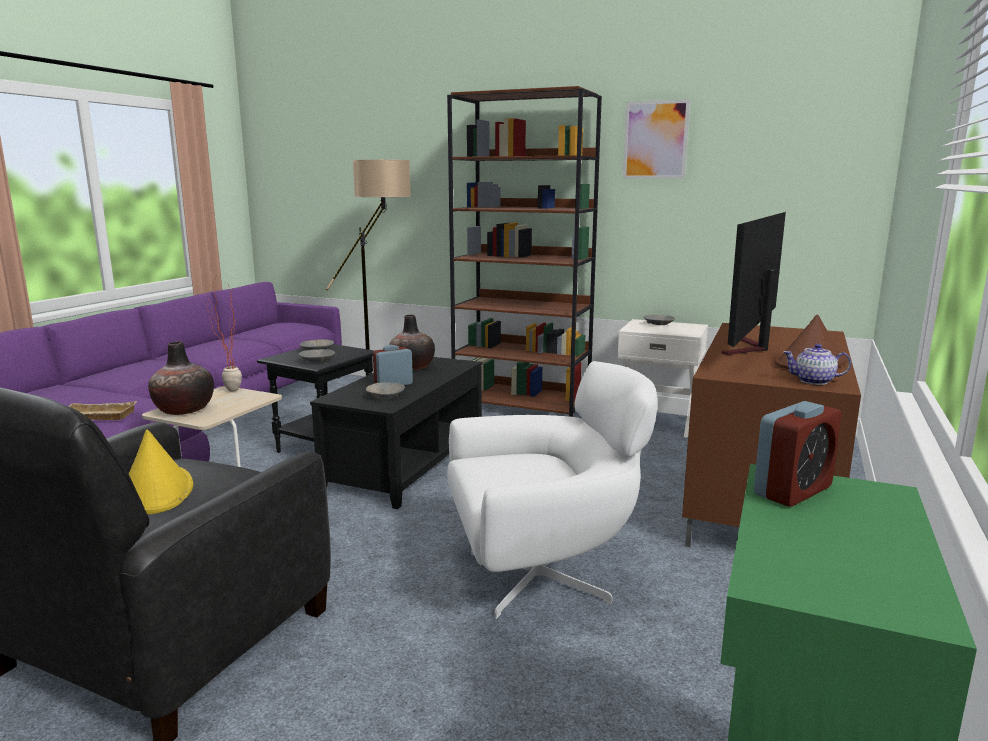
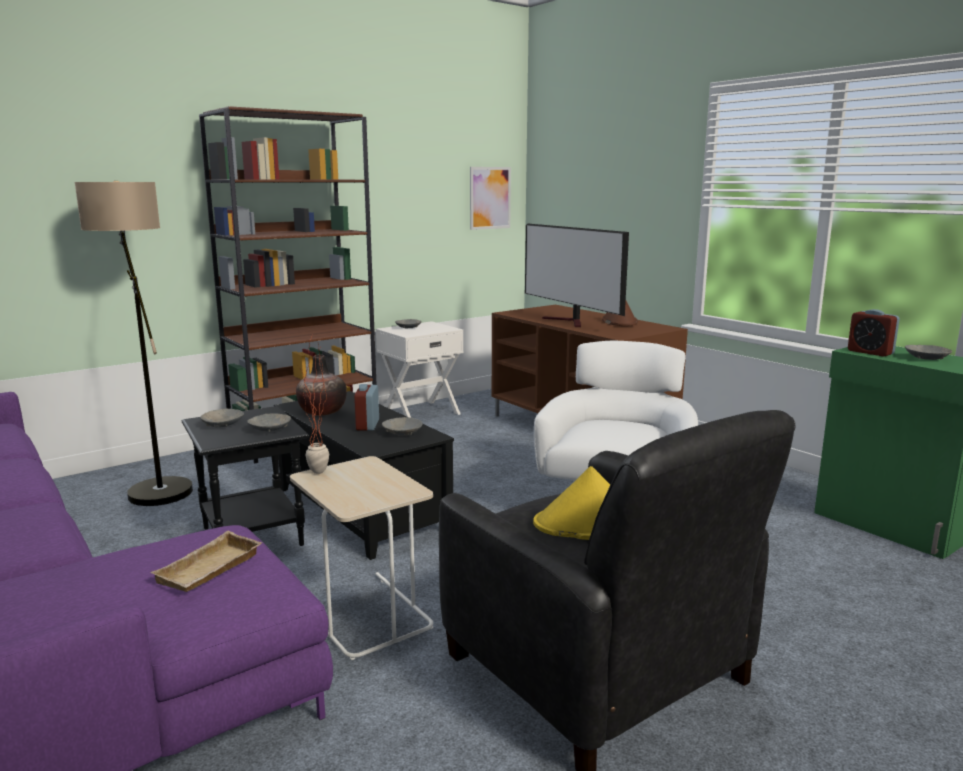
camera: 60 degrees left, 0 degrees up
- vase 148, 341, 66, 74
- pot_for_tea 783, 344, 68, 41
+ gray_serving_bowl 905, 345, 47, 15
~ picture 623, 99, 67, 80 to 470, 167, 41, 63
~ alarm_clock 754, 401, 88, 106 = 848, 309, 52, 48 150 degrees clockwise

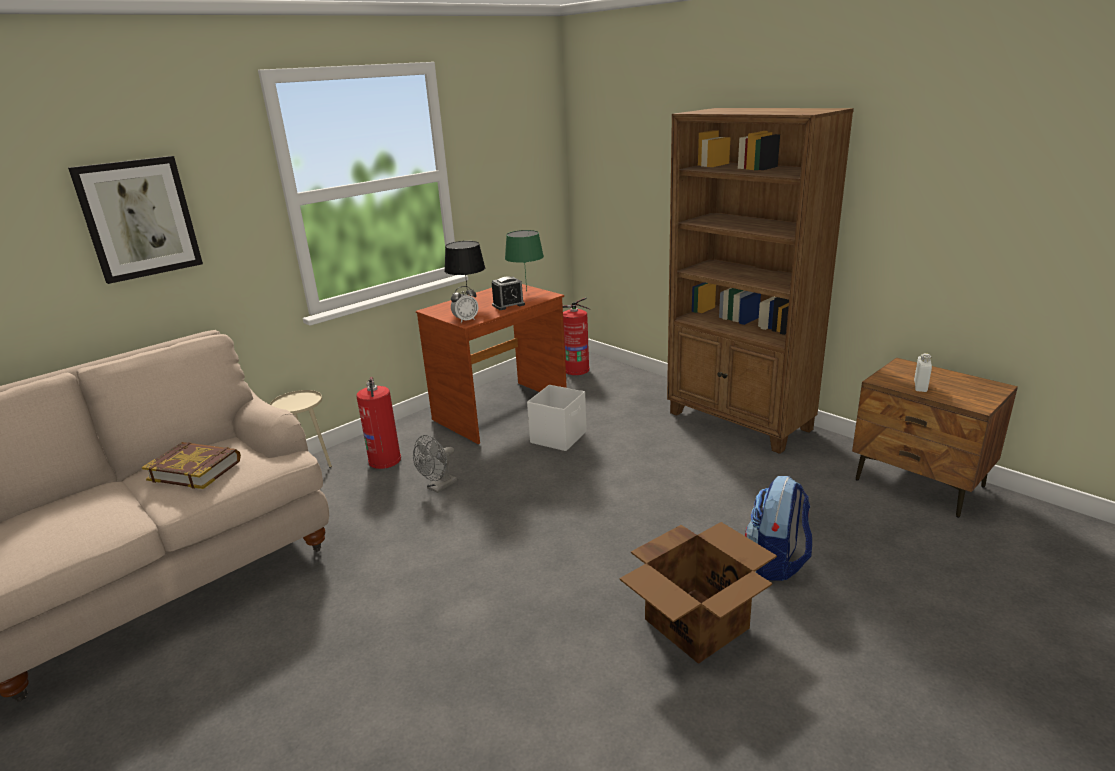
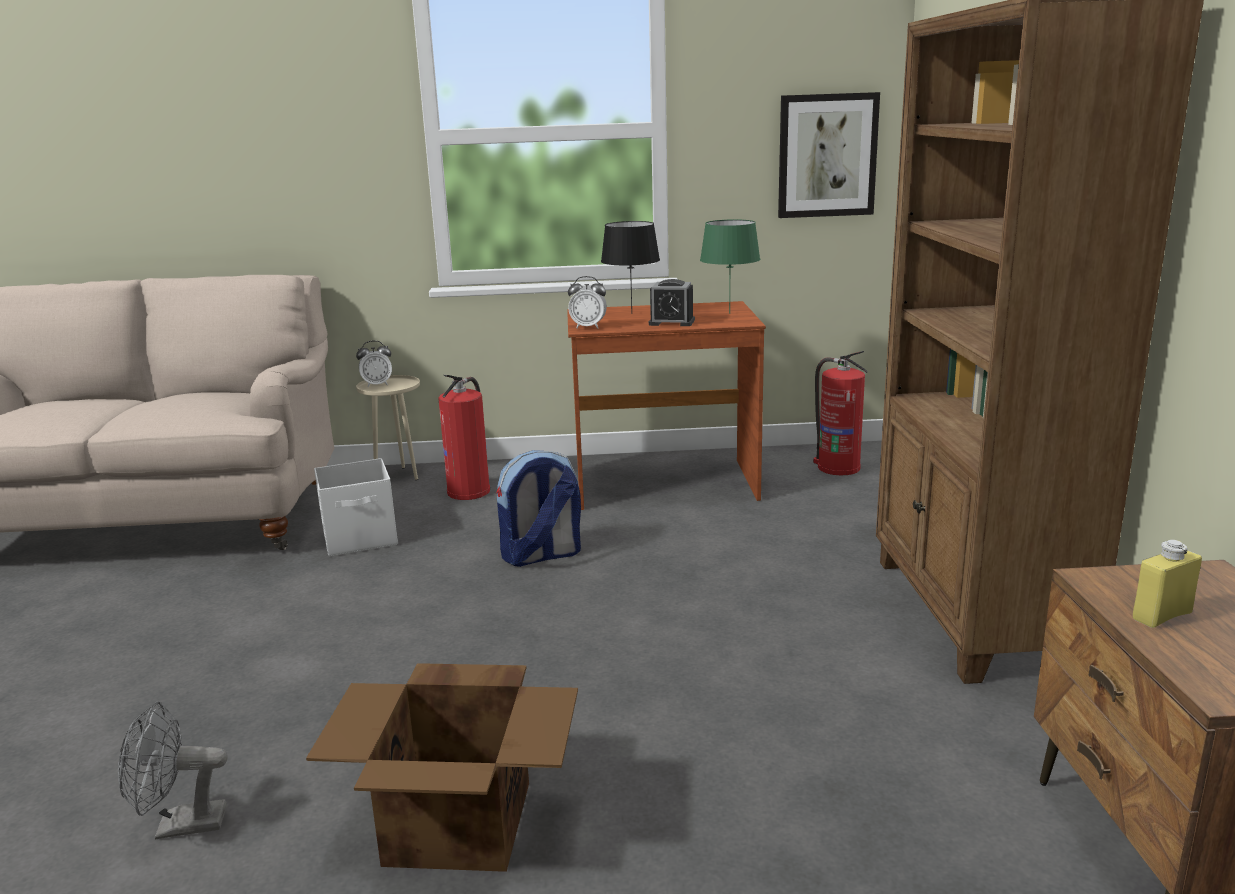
camera: 40 degrees right, 5 degrees down
- book 142, 442, 99, 47
+ alarm_clock 356, 341, 36, 46
~ picture 68, 156, 135, 128 to 778, 92, 102, 126
~ gray_cooling_fan 413, 435, 44, 58 to 118, 701, 109, 138
~ white_storage_box 527, 385, 60, 66 to 314, 458, 84, 98
~ backpack 745, 476, 67, 105 to 496, 450, 85, 117
~ white_drink_bottle 914, 353, 18, 39 to yellow_drink_bottle 1133, 540, 69, 88

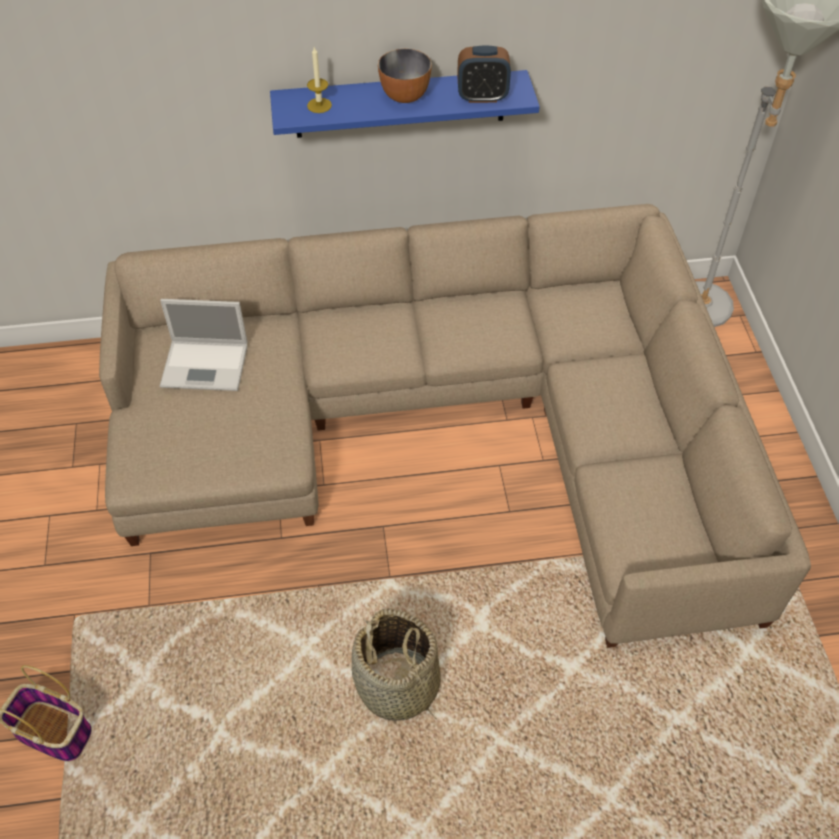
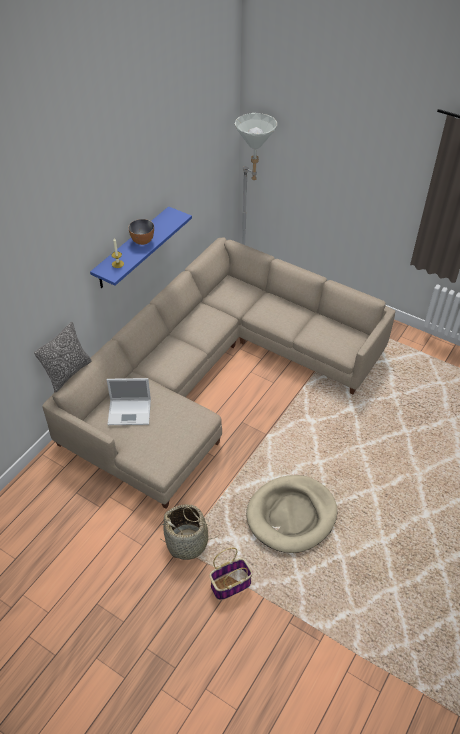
camera: 50 degrees left, 5 degrees down
- alarm_clock 457, 45, 54, 58
+ pillow 34, 322, 58, 71
+ beige_dog_bed 246, 475, 92, 78
~ household_basket 351, 609, 90, 112 to 160, 504, 56, 56
~ laptop 160, 299, 87, 92 = 107, 378, 44, 47 45 degrees clockwise

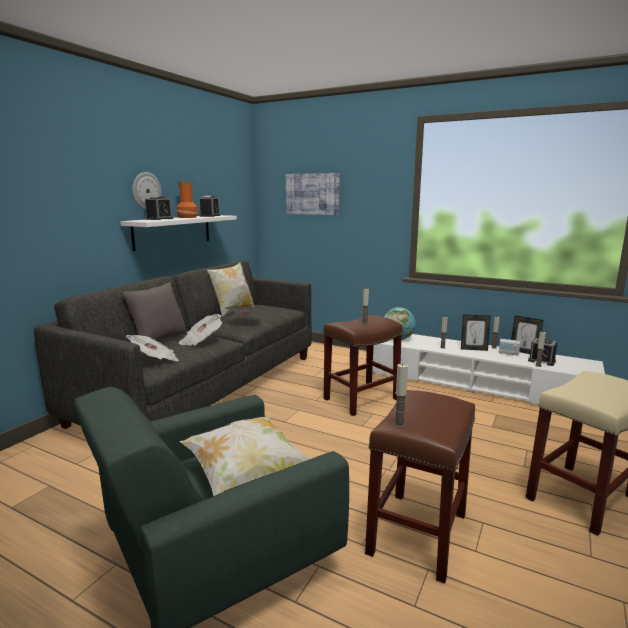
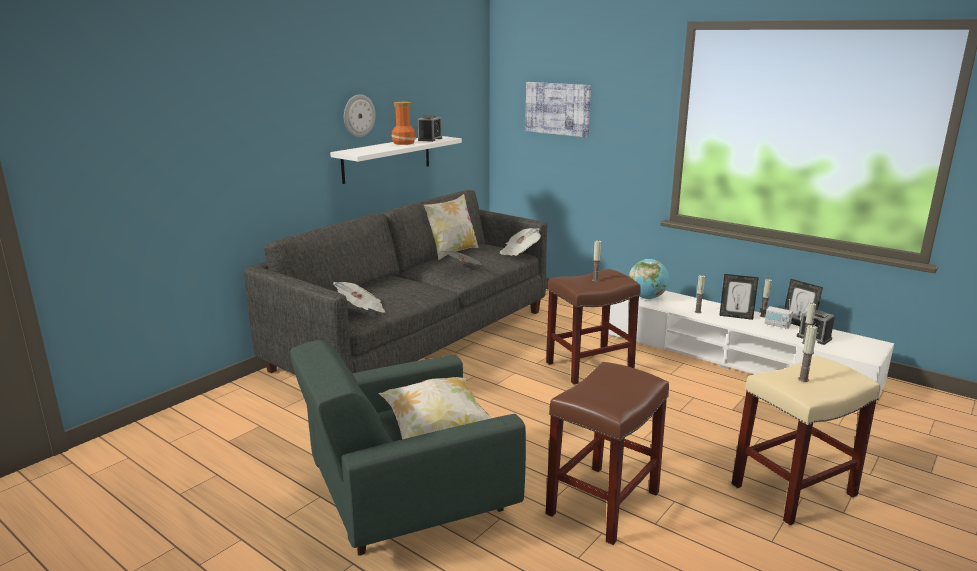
camera: 10 degrees right, 5 degrees up
- gray_pillow 121, 282, 66, 59
- alarm_clock 145, 196, 28, 24
~ printed_paper 179, 314, 43, 32 to 500, 228, 41, 28
~ wax_light 394, 364, 14, 64 to 798, 325, 20, 57

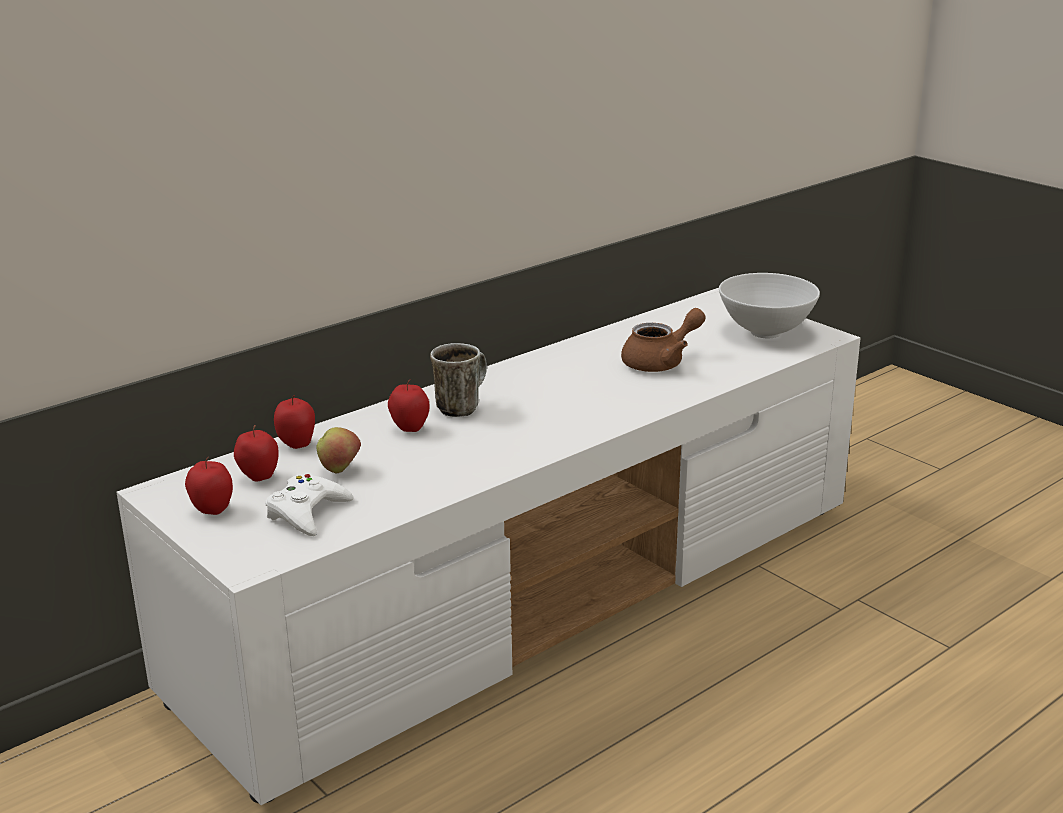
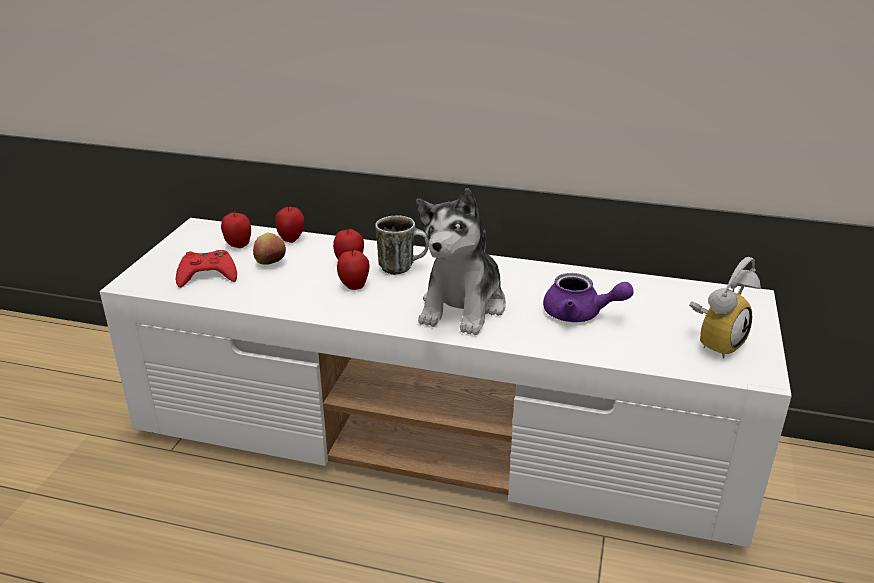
camera: 55 degrees right, 5 degrees up
+ plush_toy 416, 188, 90, 147
~ apple_fruit 185, 456, 48, 59 to 337, 249, 32, 41
~ white_serving_bowl 719, 273, 101, 65 to alarm_clock 689, 257, 72, 102
~ white_gamepad 265, 474, 88, 62 to reddish_gamepad 176, 250, 61, 38
~ brownish_pot_for_tea 621, 308, 85, 64 to purple-coloured_pot_for_tea 543, 273, 91, 49

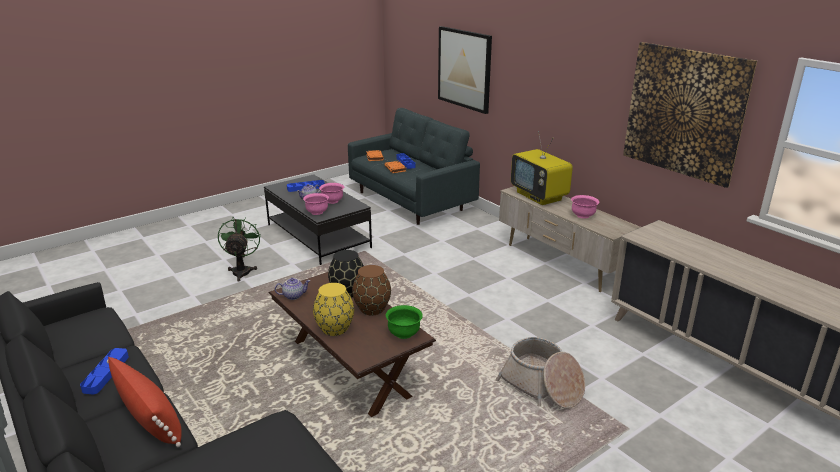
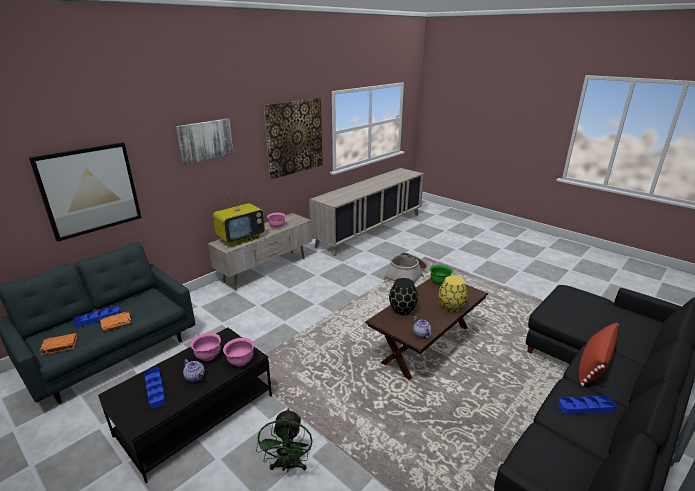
camera: 100 degrees left, 0 degrees up
- brownish_vase 352, 265, 39, 50
+ picture 176, 118, 58, 47
~ green_cooling_fan 218, 217, 43, 65 = 256, 408, 56, 64 75 degrees counterclockwise

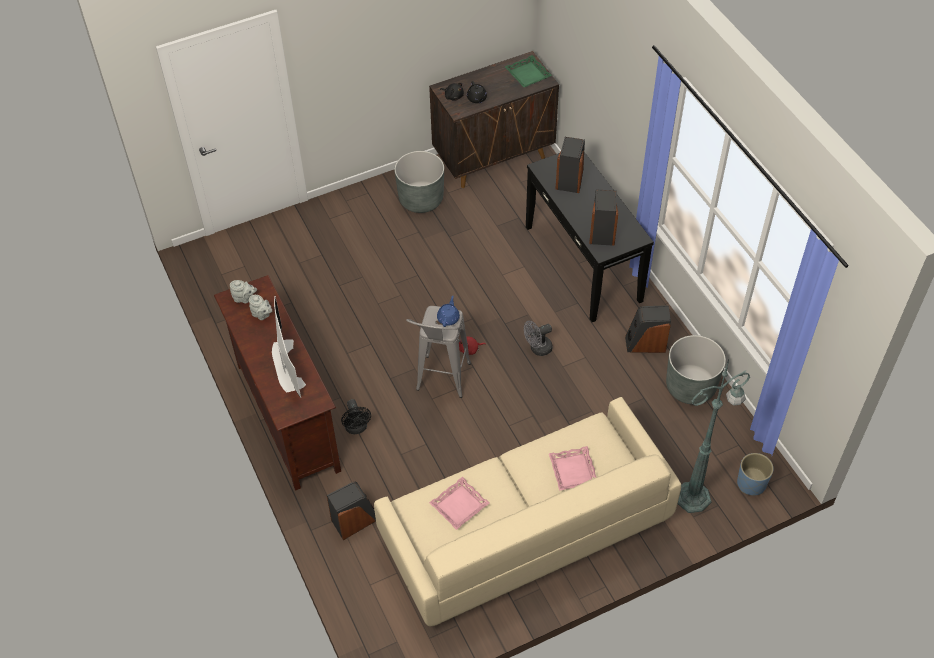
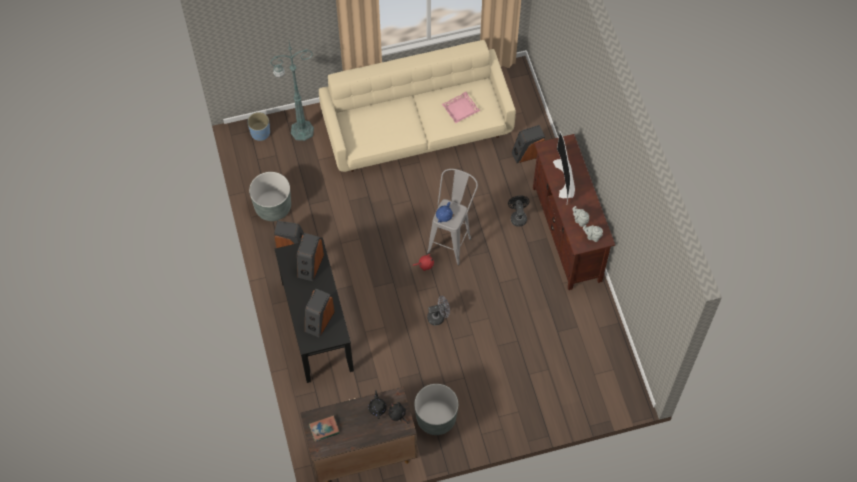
camera: 170 degrees left, 10 degrees up
- pinkish_carrying_tray 549, 446, 47, 45
~ gray_cooling_fan 524, 321, 29, 35 to 427, 296, 23, 29
~ green_carrying_tray 505, 55, 47, 32 to book 309, 415, 31, 27

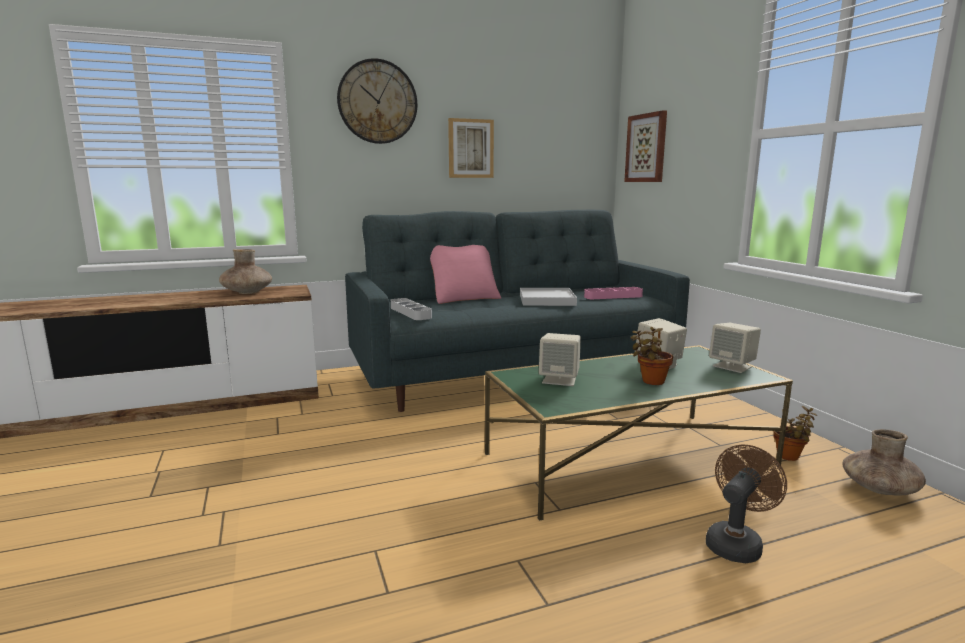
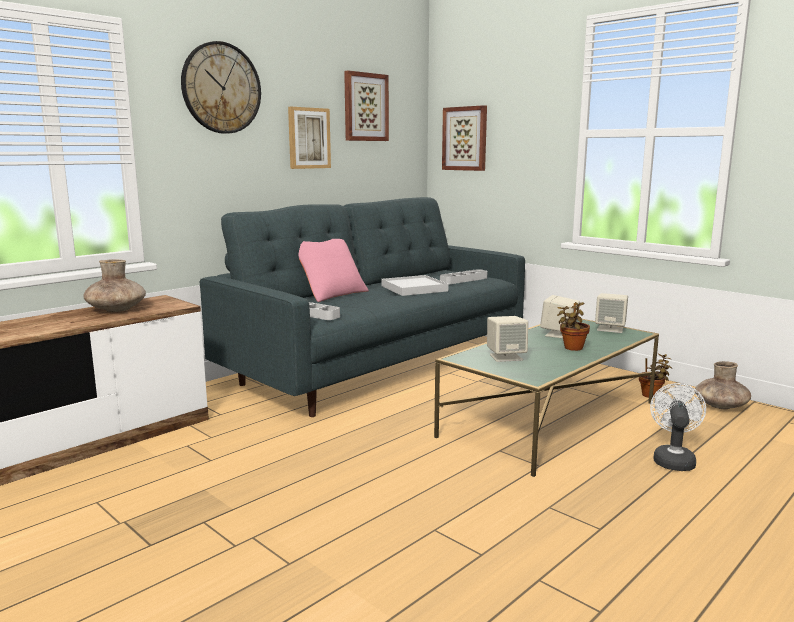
camera: 25 degrees left, 0 degrees up
+ picture 344, 71, 45, 70
~ pinkish_carrying_tray 584, 287, 59, 12 to gray_carrying_tray 440, 269, 47, 15
~ brownish_cooling_fan 706, 445, 81, 118 to white_cooling_fan 650, 383, 56, 88

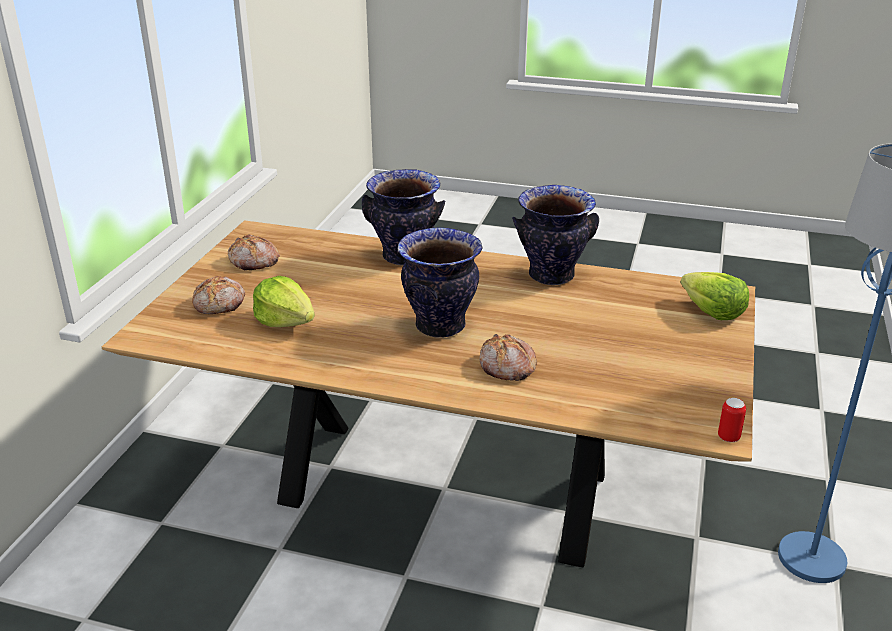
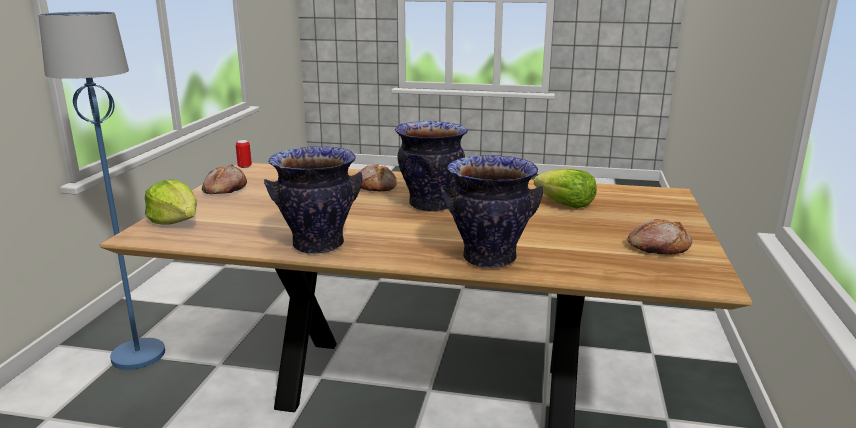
camera: 175 degrees right, 10 degrees down
~ baked_bread 192, 276, 53, 38 to 202, 165, 45, 29

